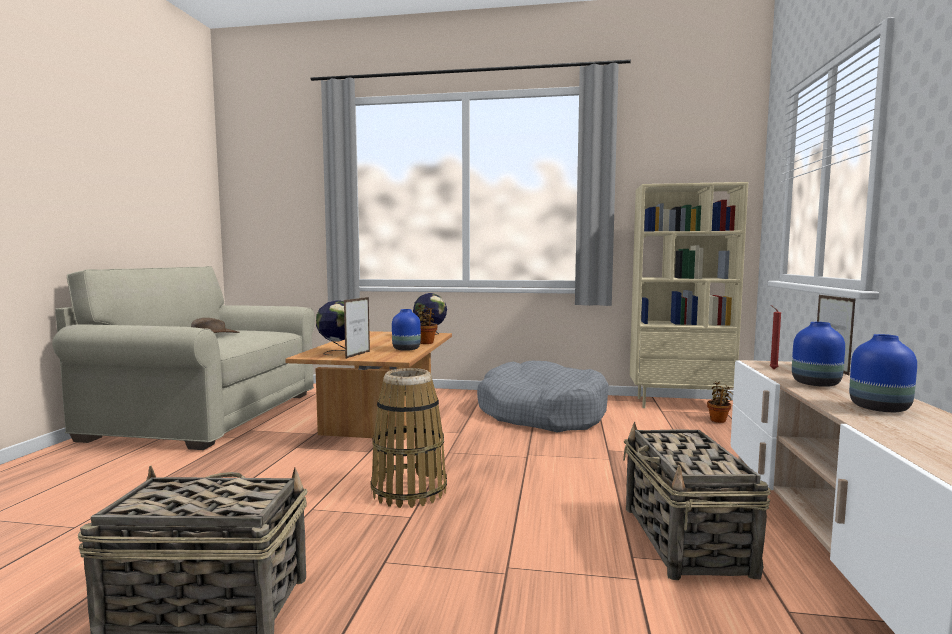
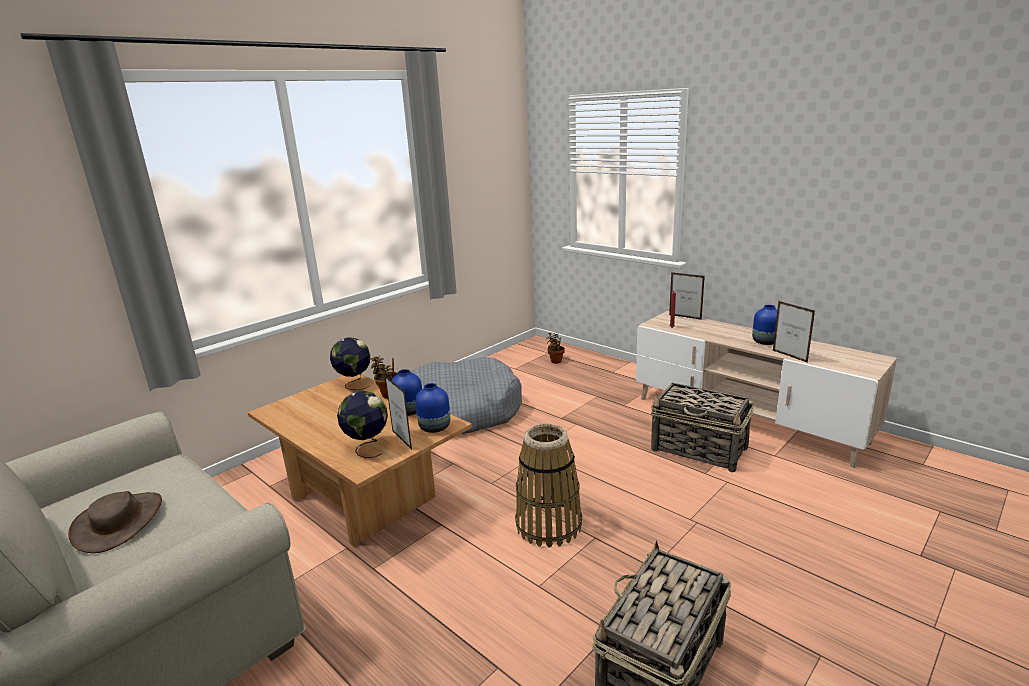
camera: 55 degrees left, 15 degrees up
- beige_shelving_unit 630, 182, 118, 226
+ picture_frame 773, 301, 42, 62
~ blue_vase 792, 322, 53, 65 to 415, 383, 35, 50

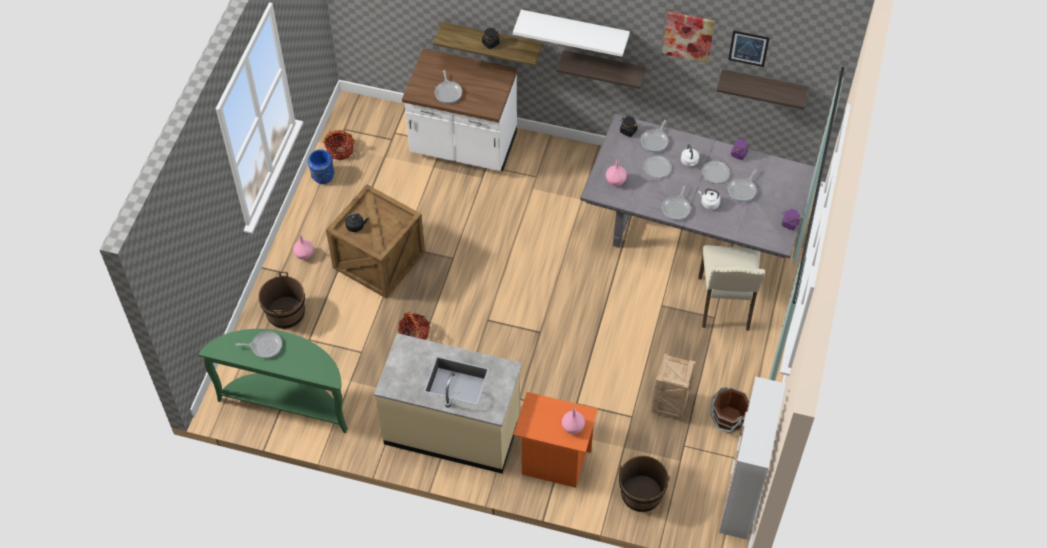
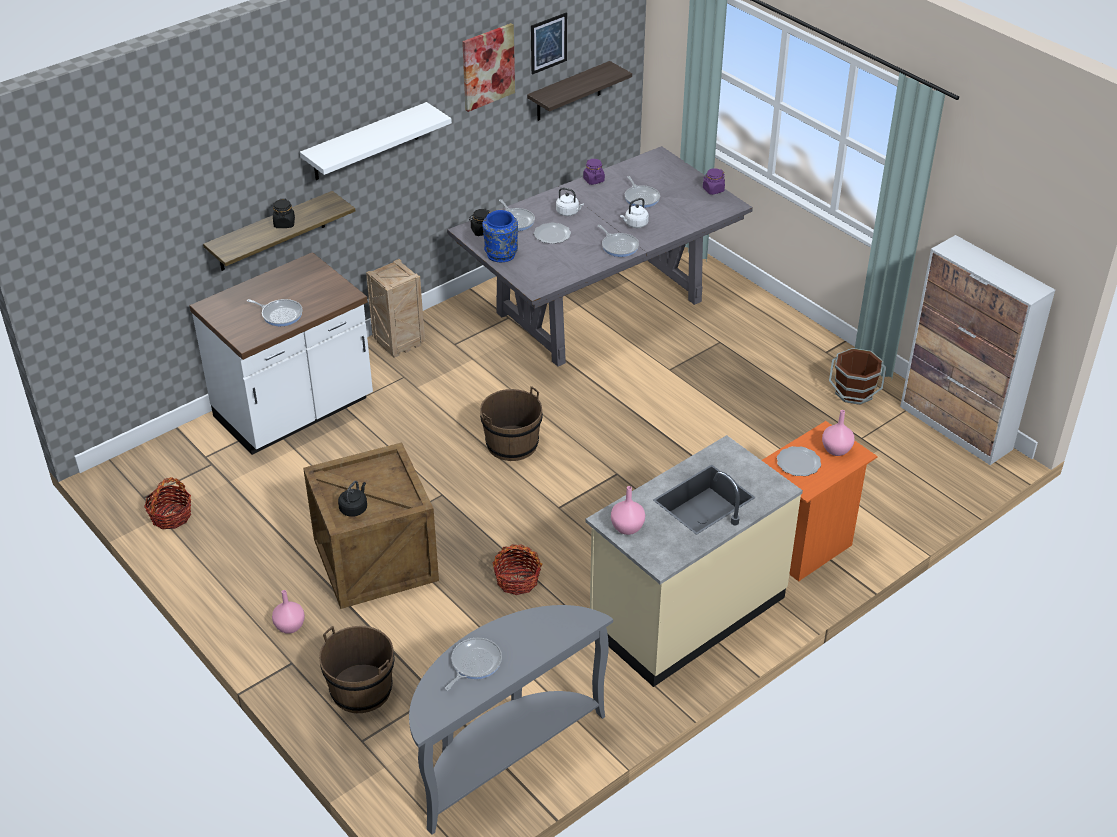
camera: 55 degrees left, 15 degrees down
- bracket_shelf 557, 50, 89, 39
- beige_plain_chair 698, 245, 67, 86
~ blue_vase 307, 150, 27, 34 to 482, 210, 36, 52
~ pinkish_vase 606, 159, 21, 27 to 611, 486, 34, 49
~ brownish_water_bucket 619, 456, 51, 56 to 480, 386, 63, 75
~ shipping_crate 651, 353, 45, 67 to 366, 259, 59, 99
~ dinner_plate 702, 161, 28, 22 to 777, 446, 44, 30
~ green_hall_table 198, 329, 150, 104 to gray_hall_table 409, 605, 204, 230

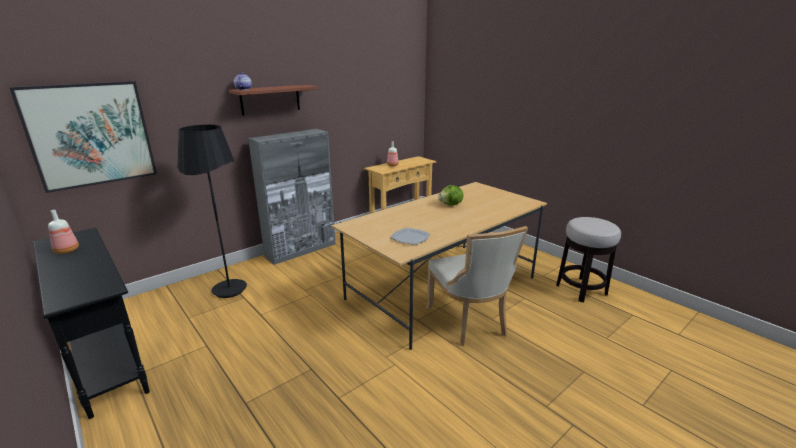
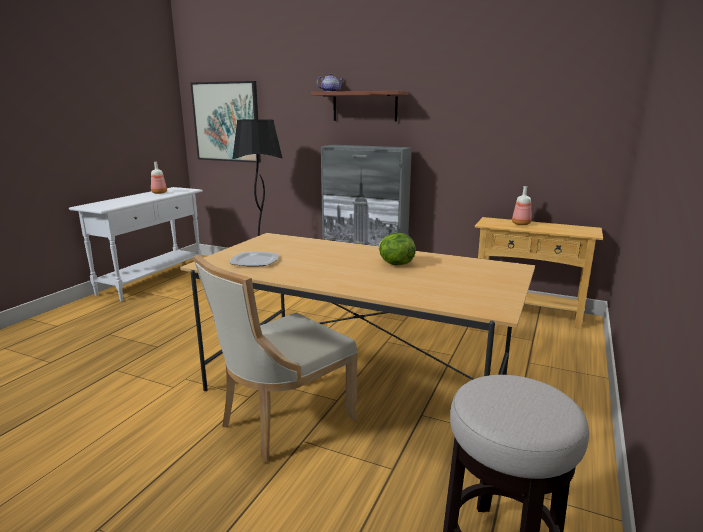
camera: 65 degrees right, 5 degrees down
~ black-coloured_hall_table 33, 228, 117, 191 to white_hall_table 69, 187, 134, 114

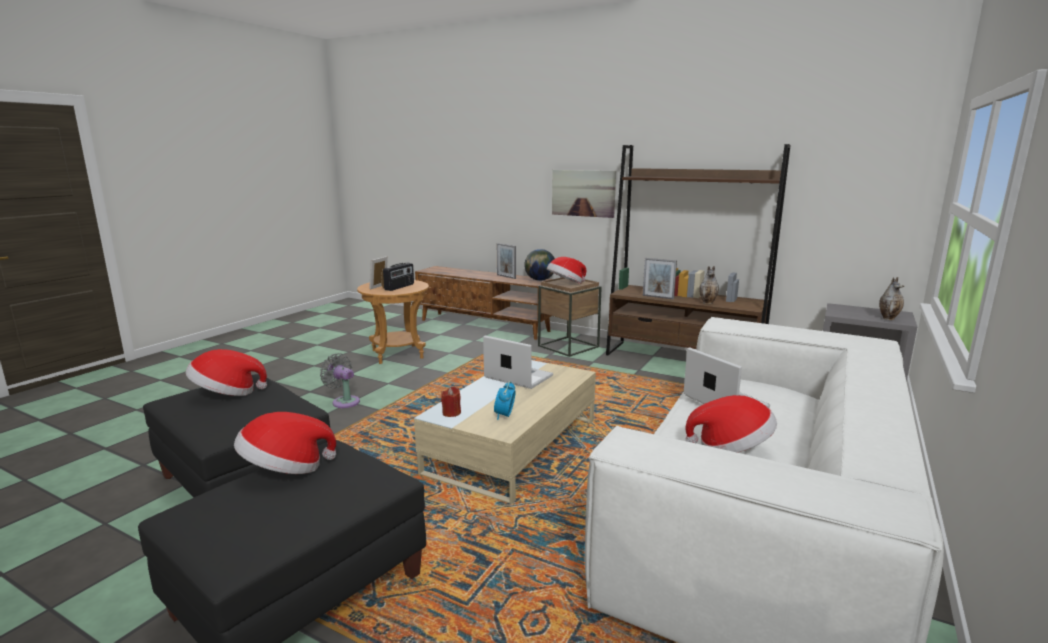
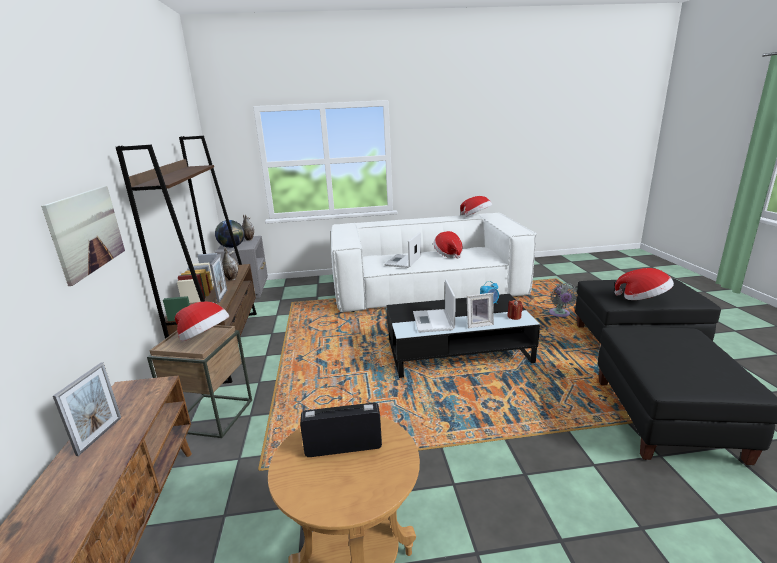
camera: 125 degrees left, 5 degrees up
~ wearable_hat 186, 349, 81, 47 to 460, 196, 32, 21
~ gray_cooling_fan 320, 353, 40, 55 to 549, 283, 29, 34
~ picture_frame 369, 256, 19, 33 to 467, 293, 27, 35
~ globe 524, 249, 31, 32 to 215, 220, 29, 28
~ beige_low_table 414, 360, 182, 144 to black-coloured_low_table 386, 294, 154, 84

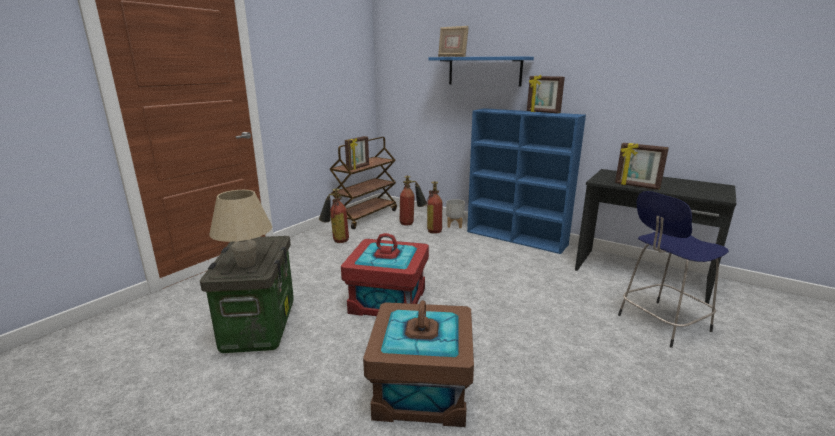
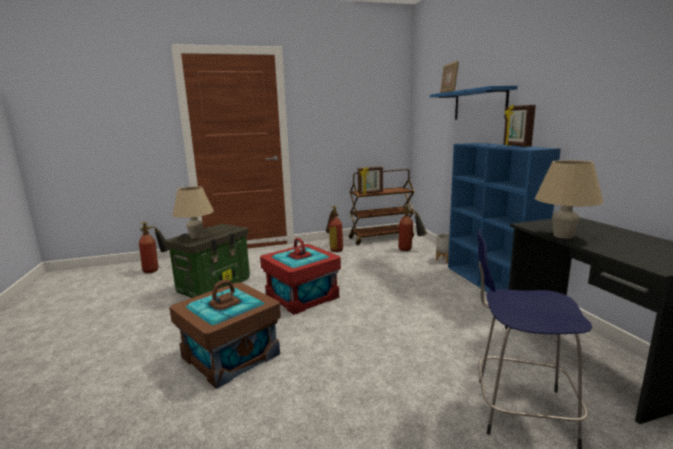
camera: 40 degrees right, 5 degrees down
~ extinguisher 426, 181, 16, 53 to 139, 222, 30, 51
~ picture_frame 615, 143, 54, 47 to beige_tabletop_lamp 535, 160, 68, 79

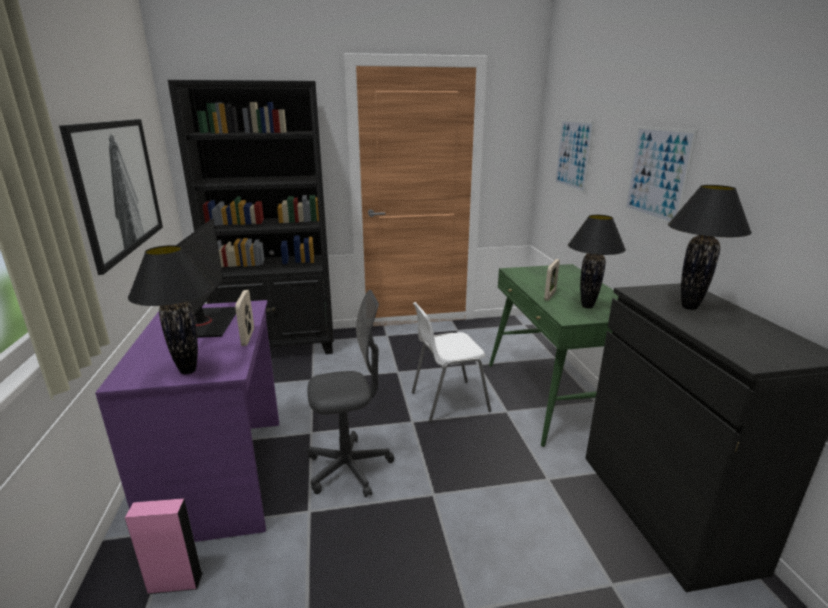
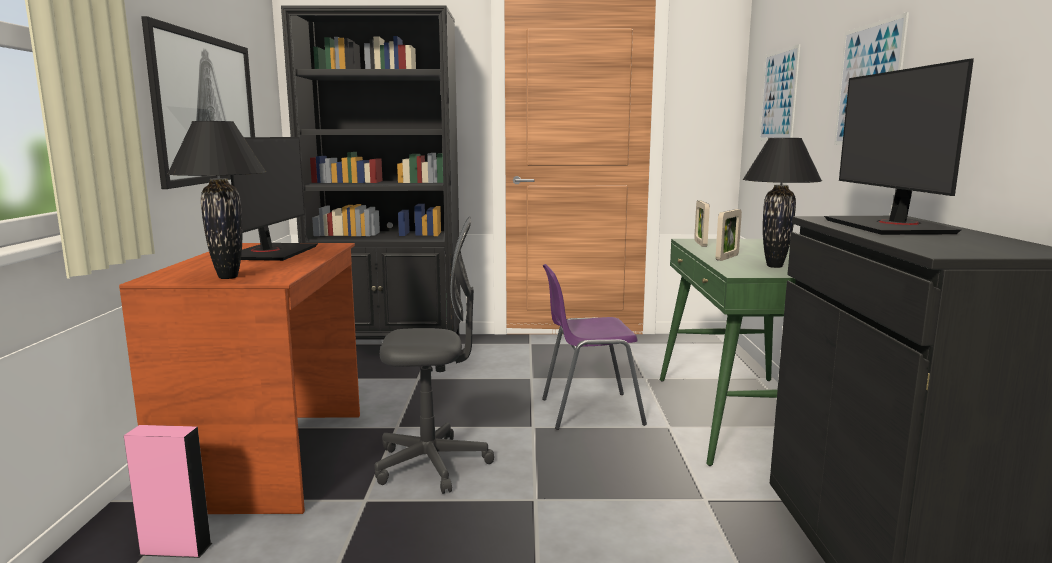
camera: 10 degrees right, 10 degrees down
~ picture_frame 235, 290, 19, 56 to 694, 201, 16, 46
~ black-coloured_tabletop_lamp 668, 185, 84, 125 to monitor 824, 58, 150, 177
~ purple-coloured_desk_table 95, 300, 184, 242 to brownish_desk_table 119, 243, 241, 271
~ white_plain_chair 412, 302, 79, 121 to purple-coloured_plain_chair 542, 264, 105, 166

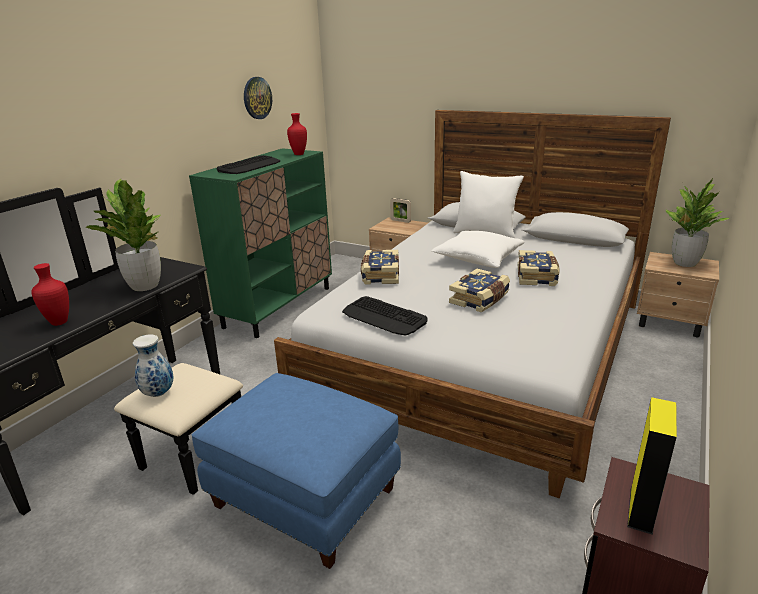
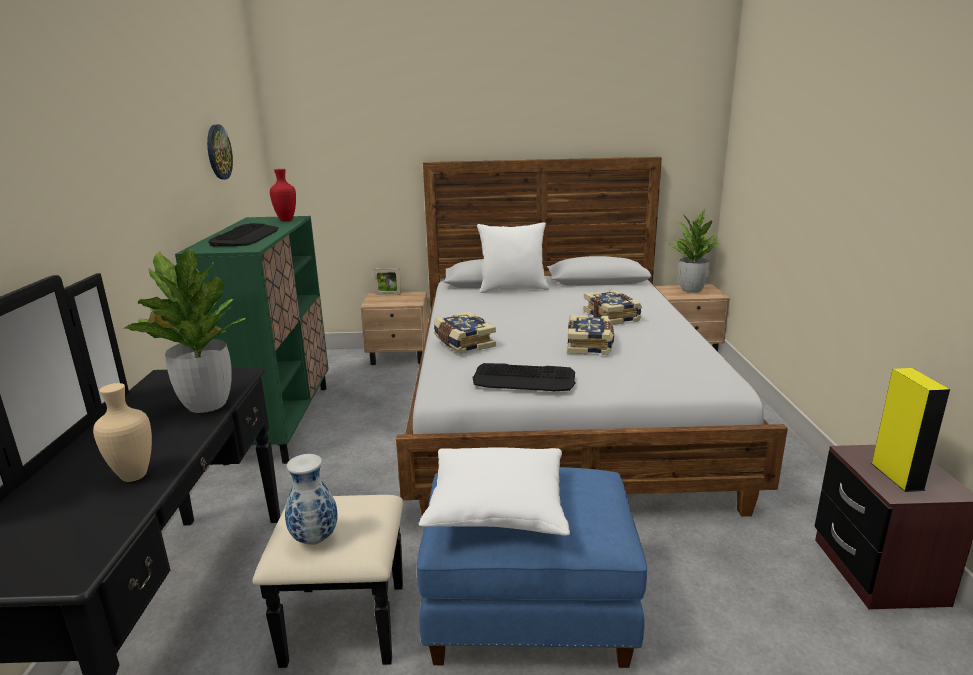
camera: 30 degrees left, 5 degrees down
~ white_pillow 432, 231, 92, 37 to 419, 447, 151, 89
~ reddish_vase 32, 263, 37, 63 to beige_vase 93, 383, 59, 99

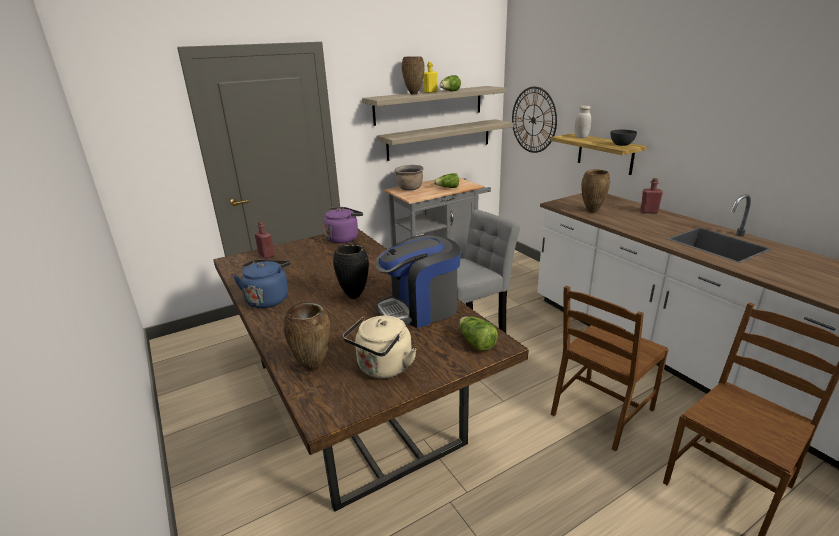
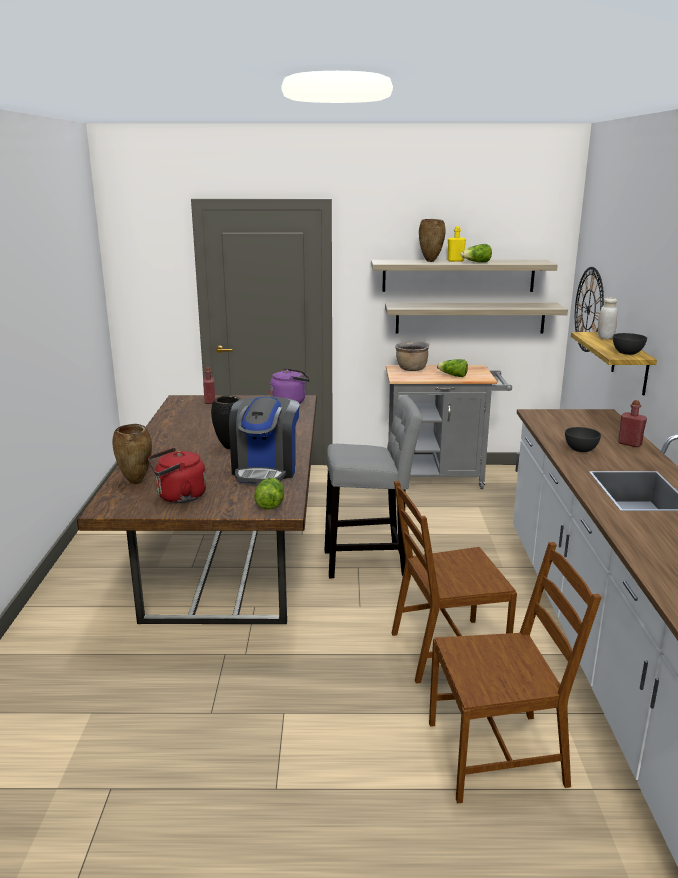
camera: 30 degrees right, 5 degrees down
- blue_tea_kettle 233, 260, 58, 48
- brownish_vase 581, 170, 29, 43
+ gray_serving_bowl 565, 427, 36, 25
~ beige_tea_kettle 343, 316, 74, 62 to reddish_tea_kettle 148, 448, 58, 55
~ coffee_machine 375, 235, 86, 93 = 229, 396, 71, 88 90 degrees counterclockwise

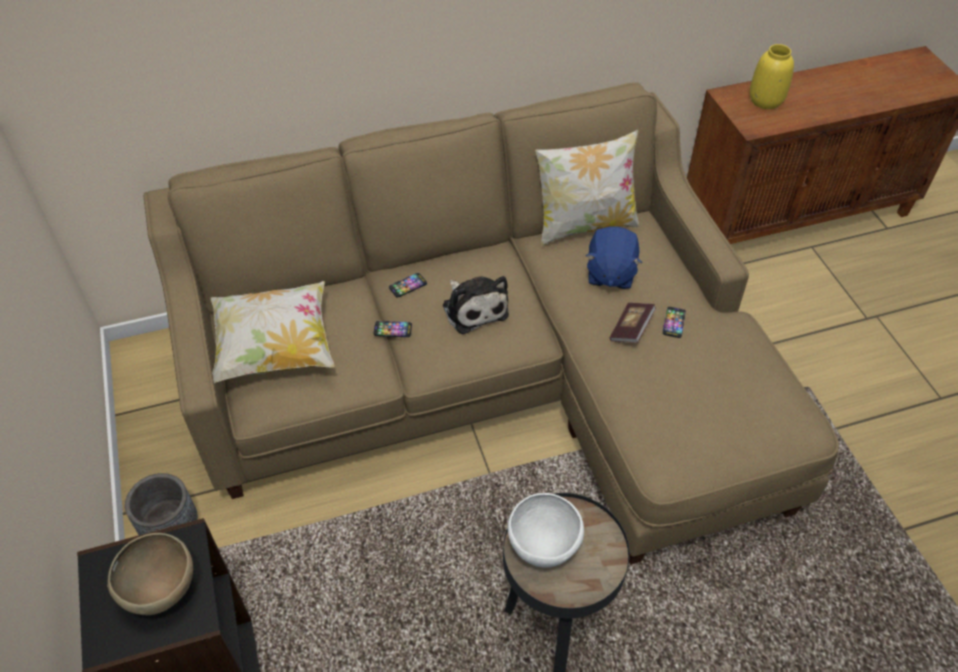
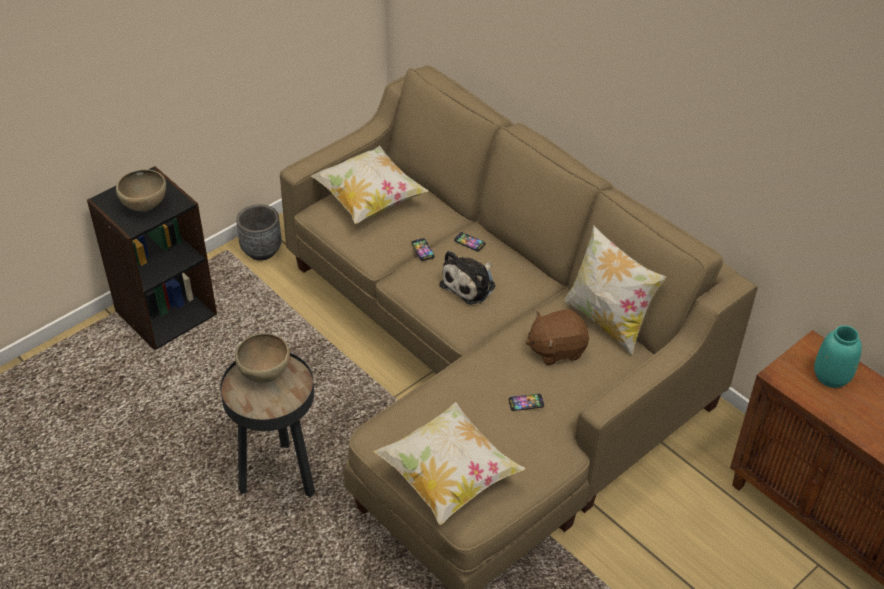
camera: 65 degrees right, 5 degrees down
- book 610, 303, 46, 40
+ pillow 373, 402, 152, 123
~ white_serving_bowl 507, 493, 77, 75 to brownish_serving_bowl 235, 333, 55, 50
~ blue_plush_toy 586, 227, 56, 62 to brownish_plush_toy 526, 309, 63, 56
~ yellow_vase 750, 44, 44, 65 to turquoise-coloured_vase 814, 325, 48, 63

